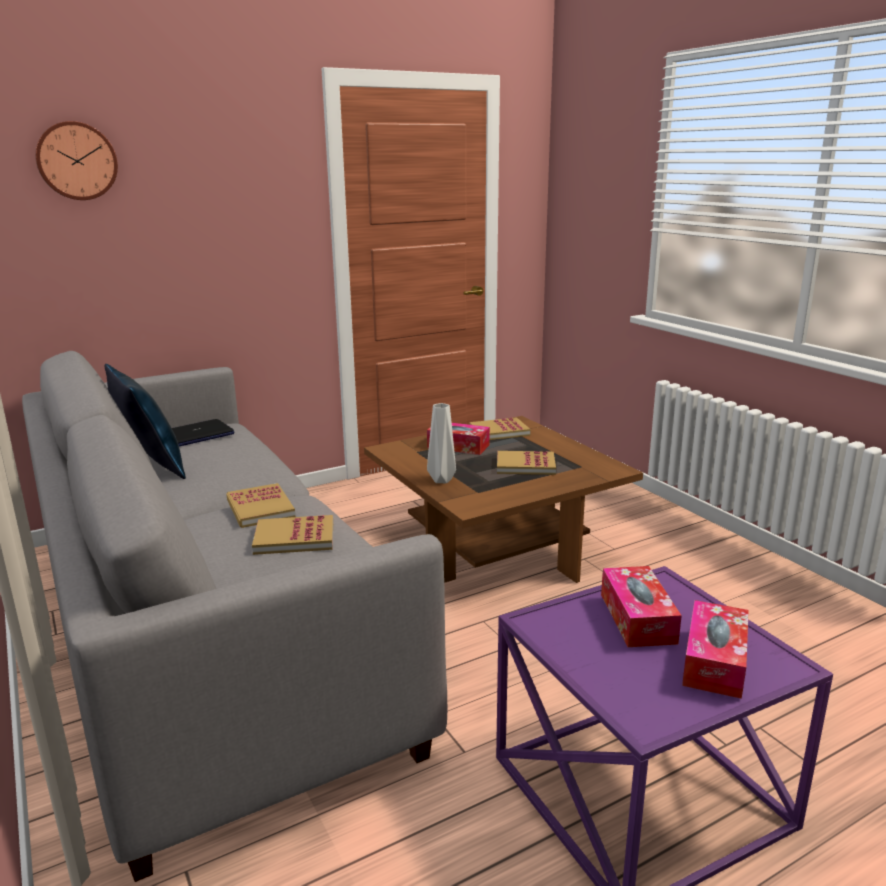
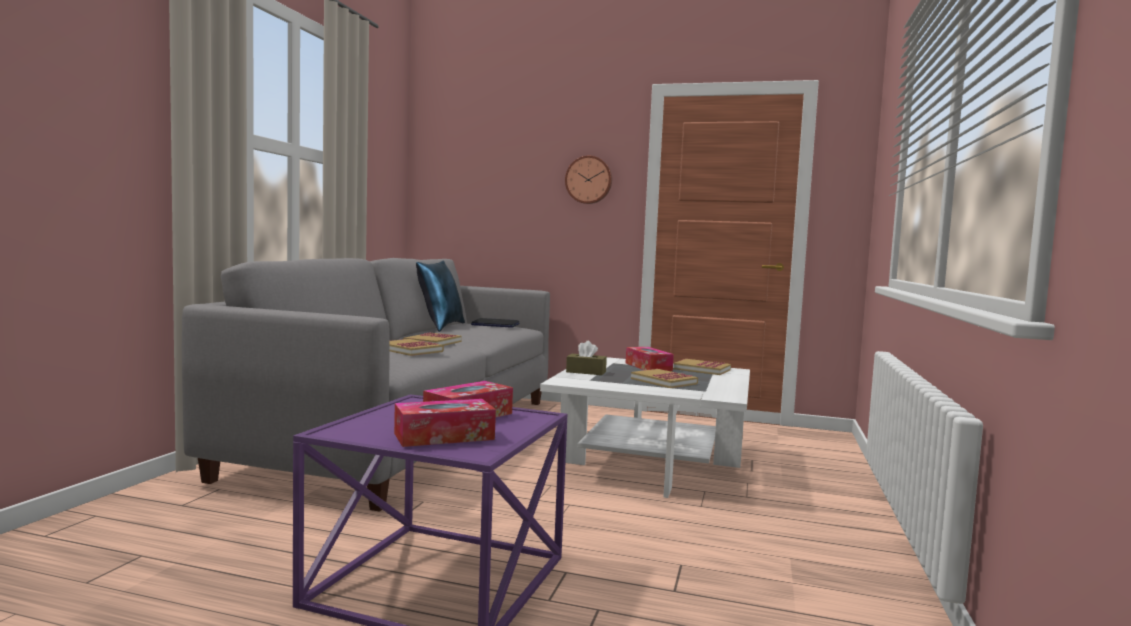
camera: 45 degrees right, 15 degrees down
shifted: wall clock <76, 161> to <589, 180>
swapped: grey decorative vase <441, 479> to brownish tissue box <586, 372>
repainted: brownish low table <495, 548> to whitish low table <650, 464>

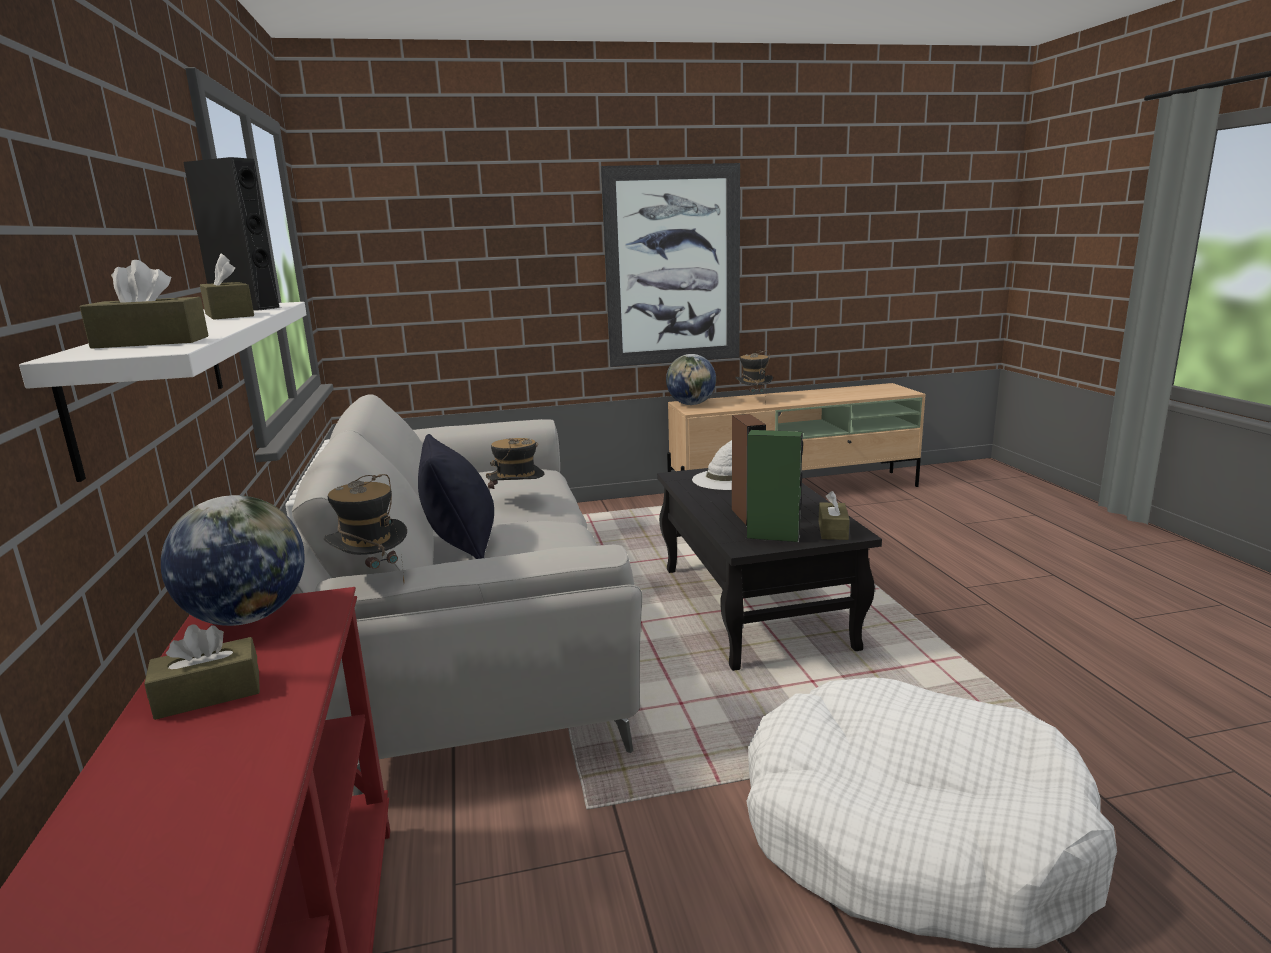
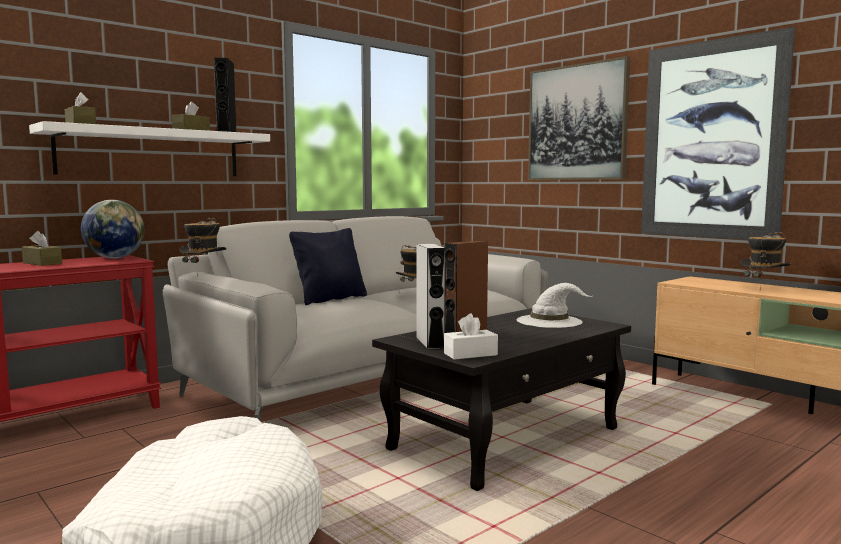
camera: 60 degrees right, 10 degrees down
gone: desk globe <691, 404>
new: wall art <577, 123>
repainted: greenish audio speaker <773, 536> to grey audio speaker <430, 343>; brownish tissue box <833, 530> to whitish tissue box <470, 354>

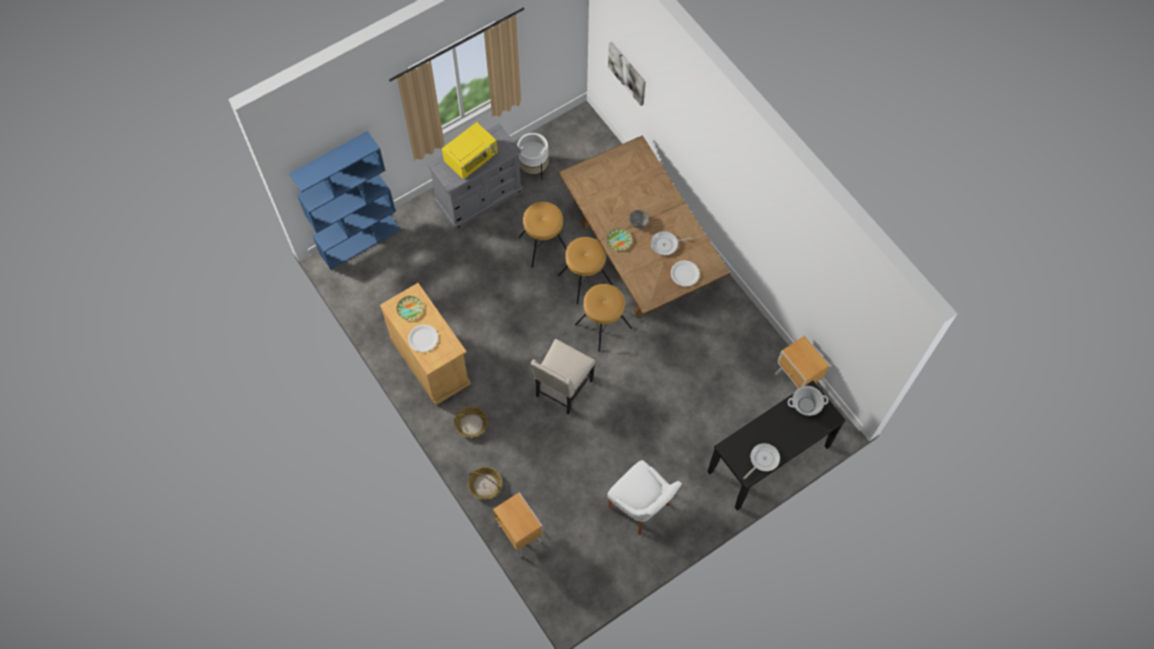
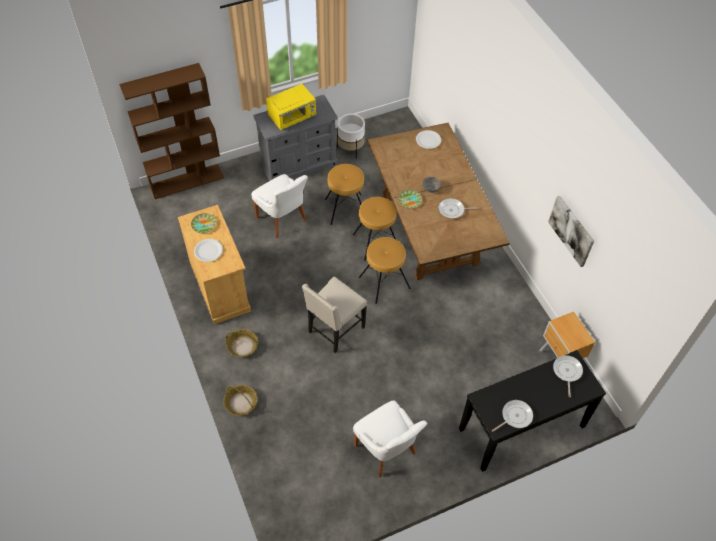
camera: 10 degrees right, 10 degrees down
gone: brownish night table <519, 533>
new: whitish plain chair <283, 220>
shifted: wall art <627, 73> to <571, 230>; whitish flat dish <685, 274> to <428, 140>
swapped: saucepot <806, 405> to pan <567, 372>
repainted: blue-coloured shelving unit <360, 241> to brownish shelving unit <187, 181>

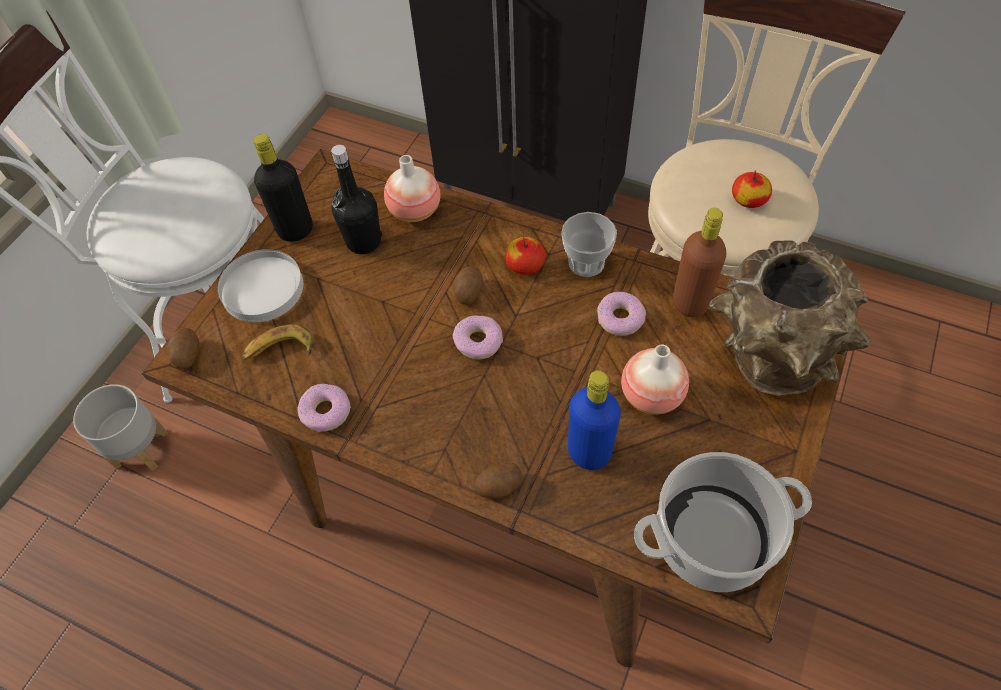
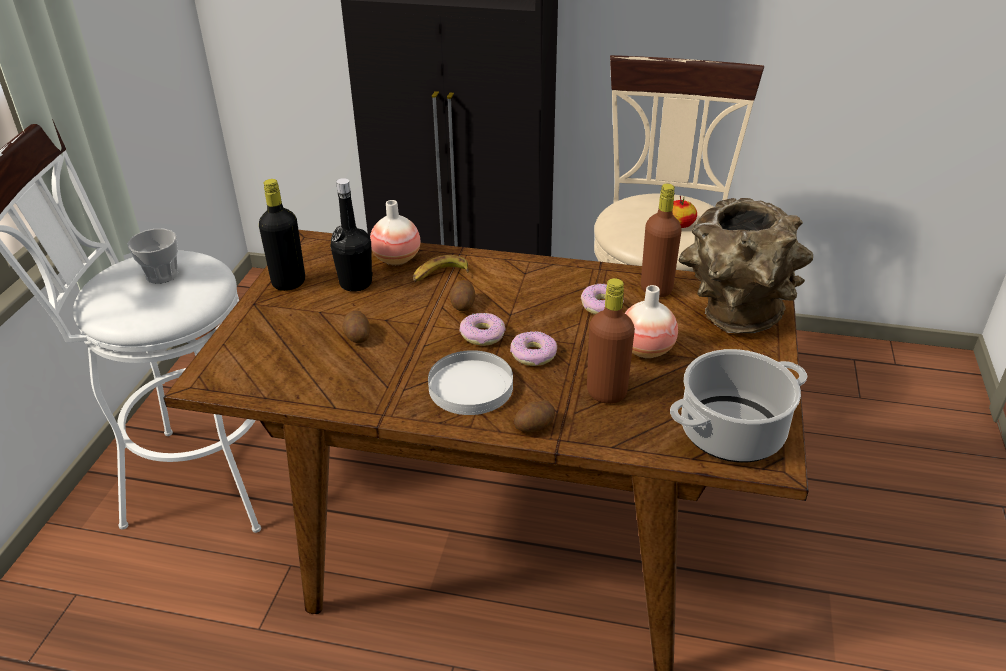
camera: 15 degrees left, 20 degrees down
gone: apple <525, 265>; grey plant pot <140, 449>
shifted: small cup <586, 263> to <162, 275>; whitish flat dish <262, 289> to <470, 387>; banana fruit <280, 350> to <440, 275>; potato <187, 355> to <357, 336>; donut <325, 412> to <533, 355>
repainted: blue-coloured beverage bottle <589, 452> to brownish beverage bottle <606, 393>

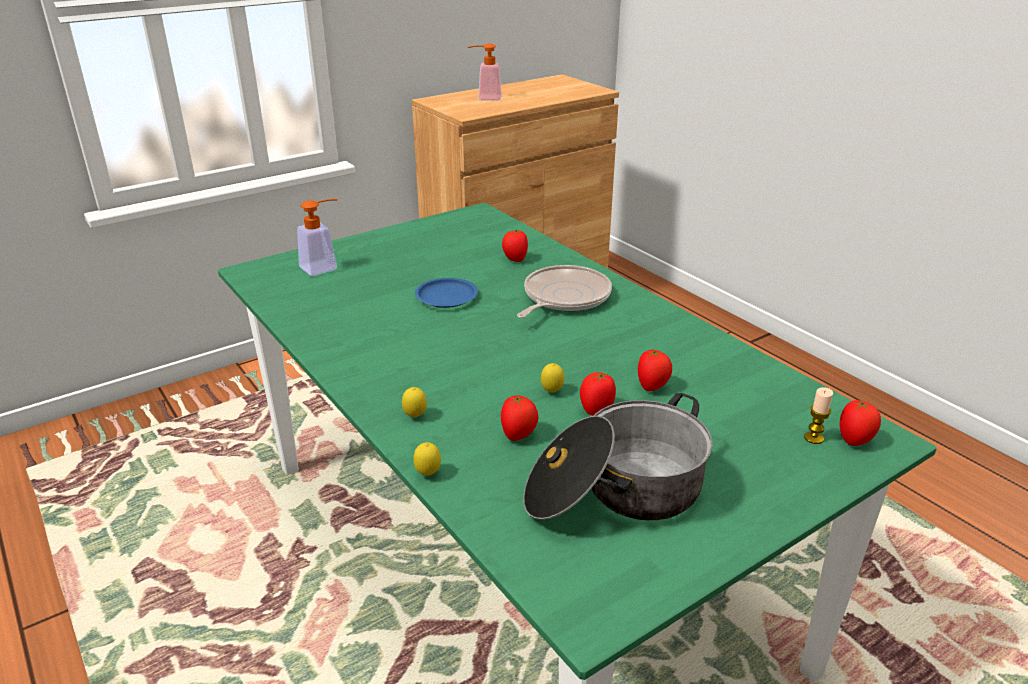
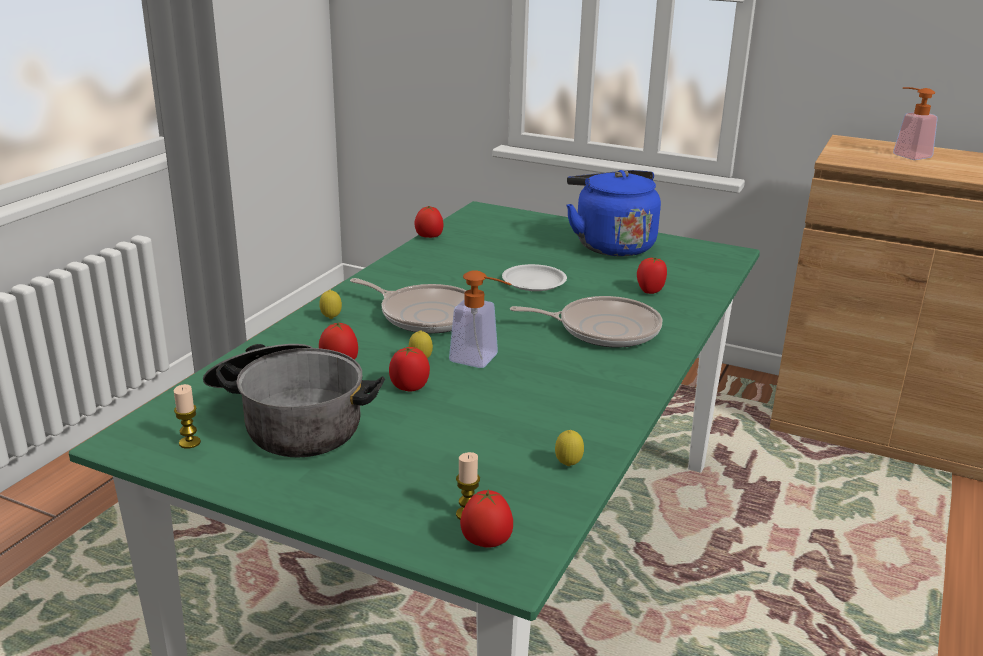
camera: 60 degrees right, 5 degrees down
new: blue-coloured tea kettle <611, 245>; pan <425, 315>; wax light <189, 442>
shifted: soap dispenser <324, 267> to <481, 360>; whole tomato <652, 387> to <429, 237>; whole lemon <428, 474> to <568, 465>
repainted: blue-coloured flat dish <447, 297> to whitish flat dish <534, 282>

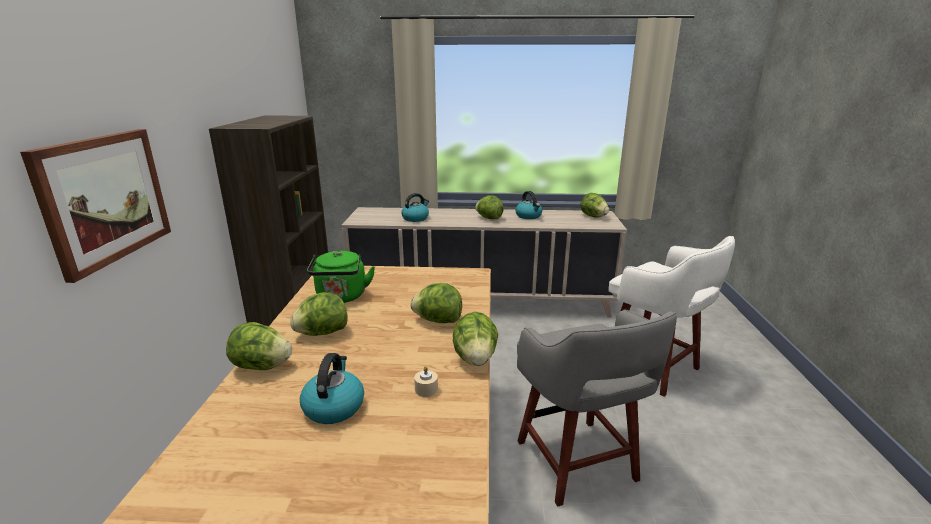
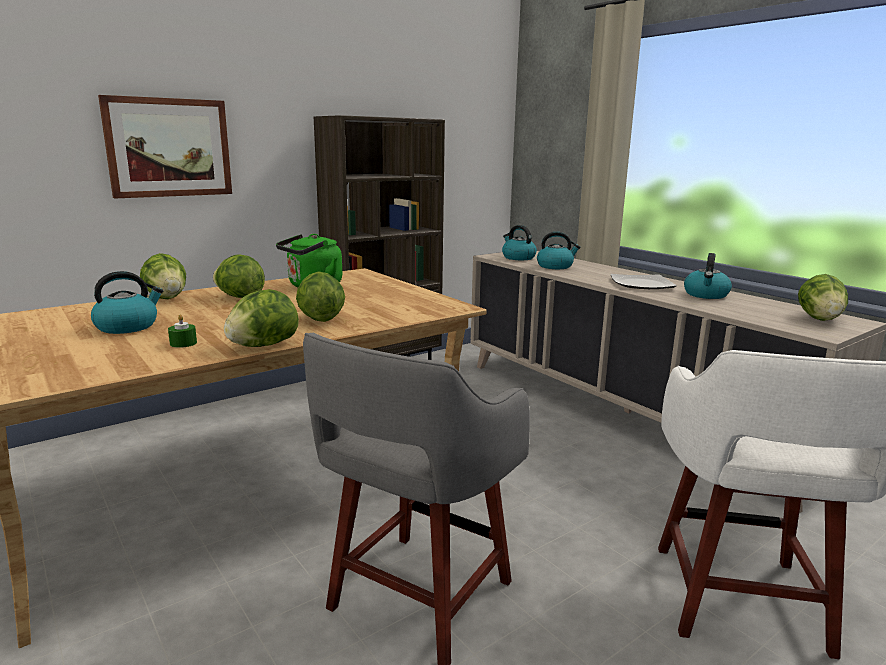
camera: 50 degrees right, 5 degrees down
new: tea kettle <518, 257>
swapped: lettuce head <489, 218> to flat dish <641, 284>
repainted: sand-coloured wax light <426, 389> to greenish wax light <183, 343>

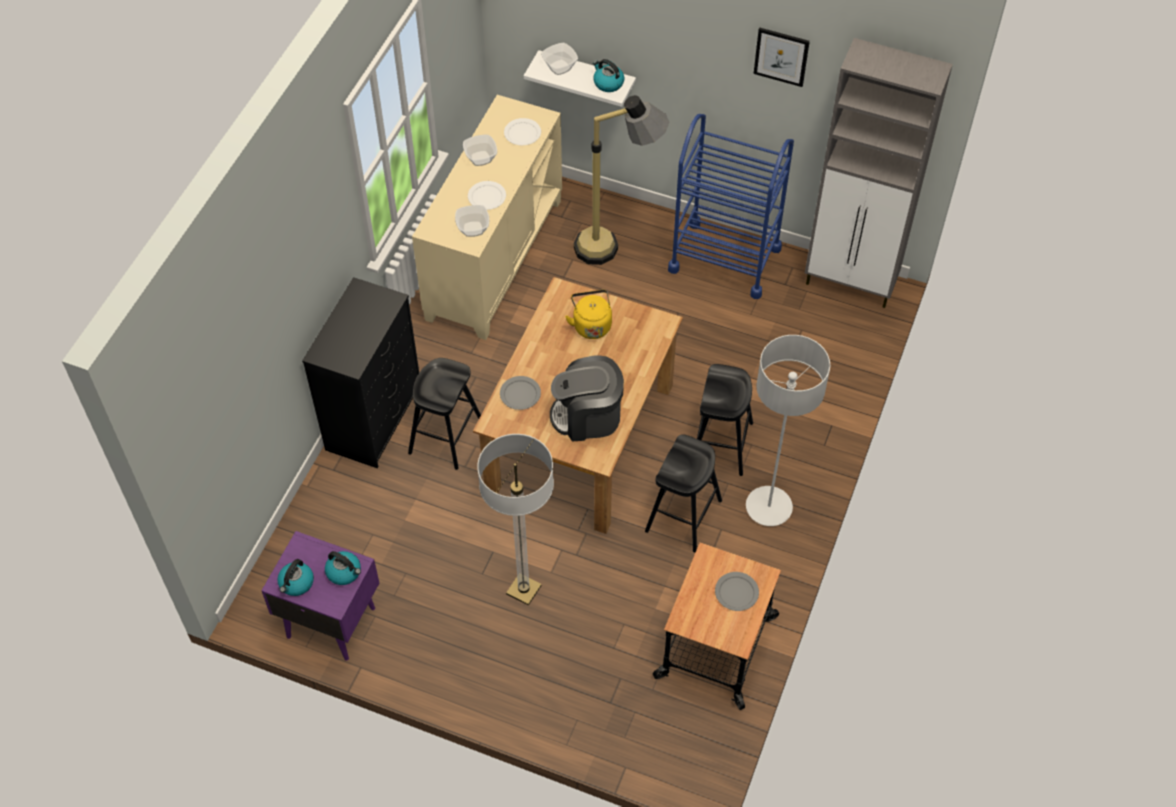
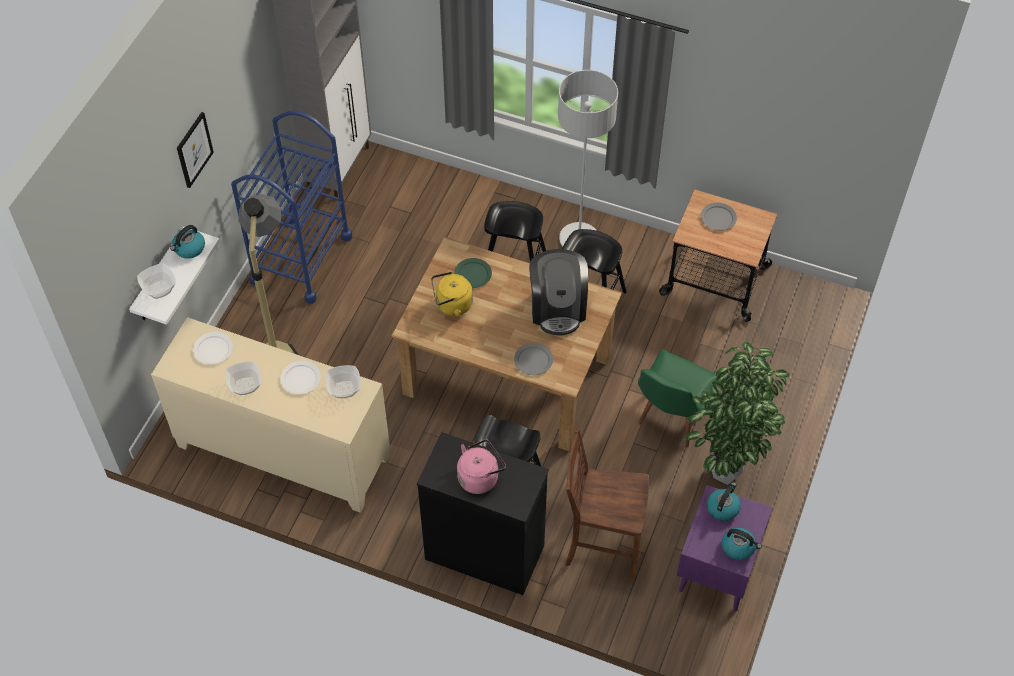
camera: 90 degrees left, 0 degrees up
new: greenish flat dish <472, 274>; houseplant <724, 476>; brownish plain chair <601, 546>; pink-coloured tea kettle <480, 477>
shifted: wall art <781, 56> to <194, 149>
swapped: floor lamp <523, 590> to greenish plain chair <671, 417>

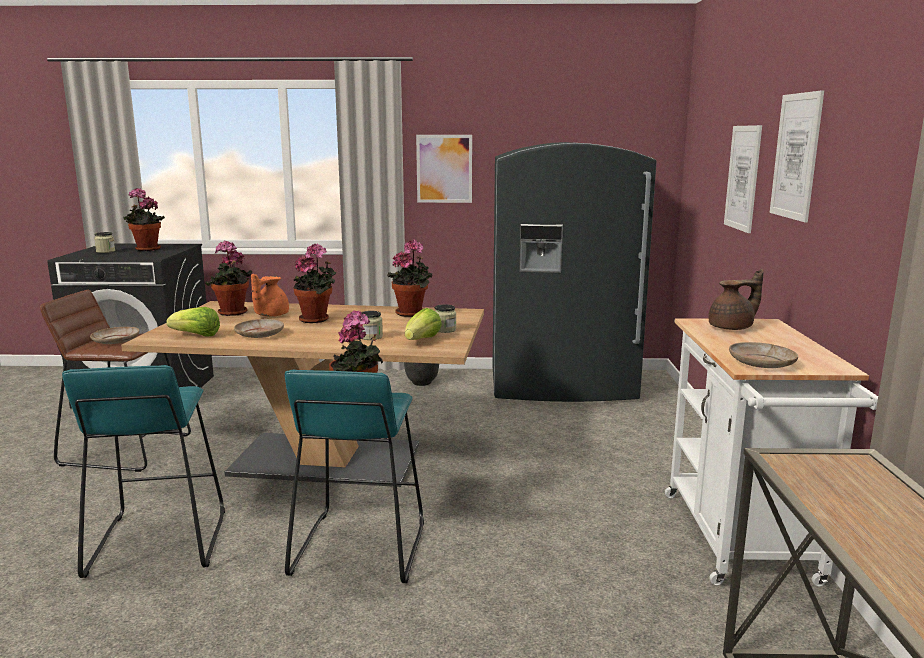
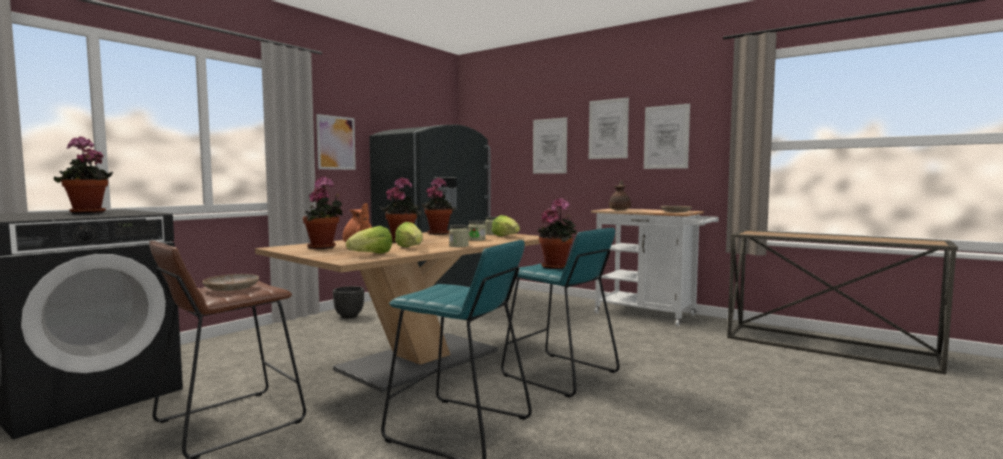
camera: 55 degrees left, 10 degrees down
new: wall art <666, 137>
shifted: storage jar <105, 251> to <458, 246>
swapped: sand-coloured flat dish <260, 334> to lettuce head <410, 248>

